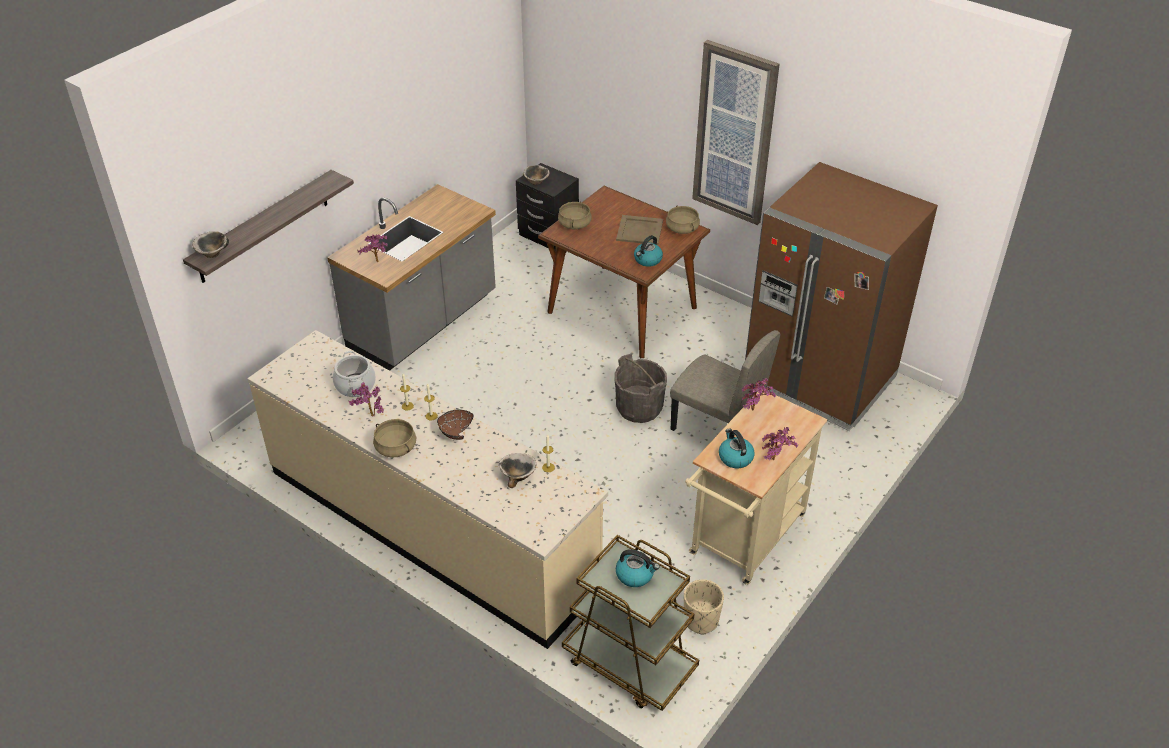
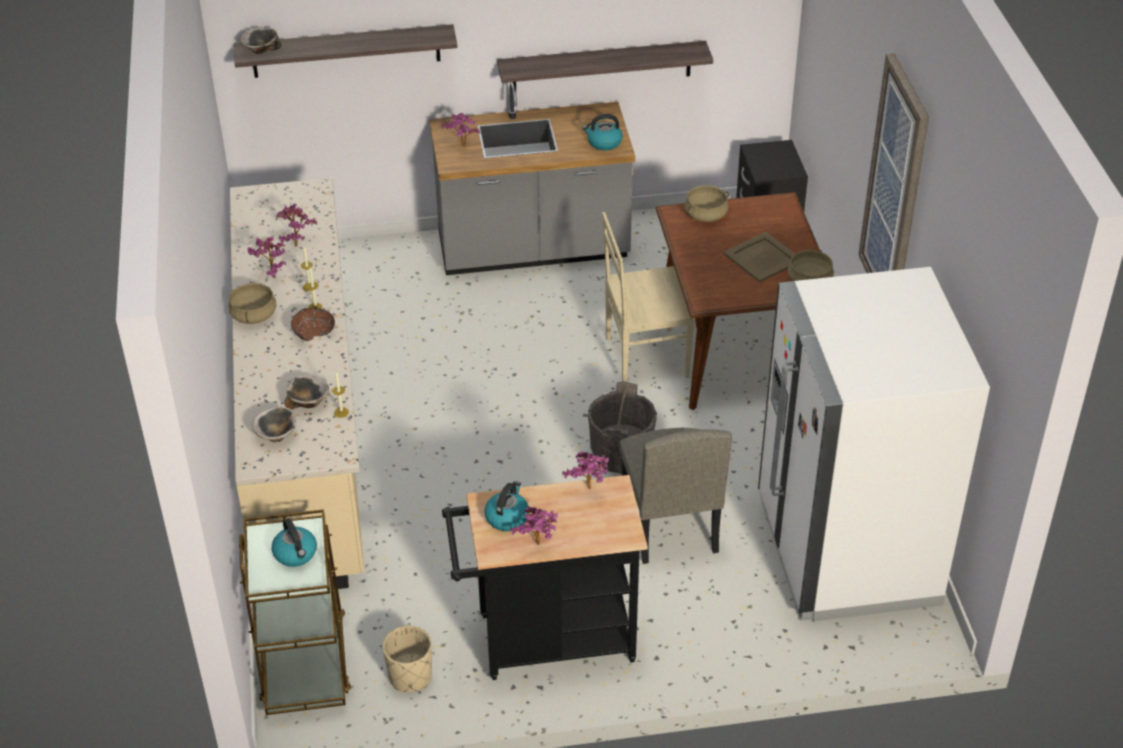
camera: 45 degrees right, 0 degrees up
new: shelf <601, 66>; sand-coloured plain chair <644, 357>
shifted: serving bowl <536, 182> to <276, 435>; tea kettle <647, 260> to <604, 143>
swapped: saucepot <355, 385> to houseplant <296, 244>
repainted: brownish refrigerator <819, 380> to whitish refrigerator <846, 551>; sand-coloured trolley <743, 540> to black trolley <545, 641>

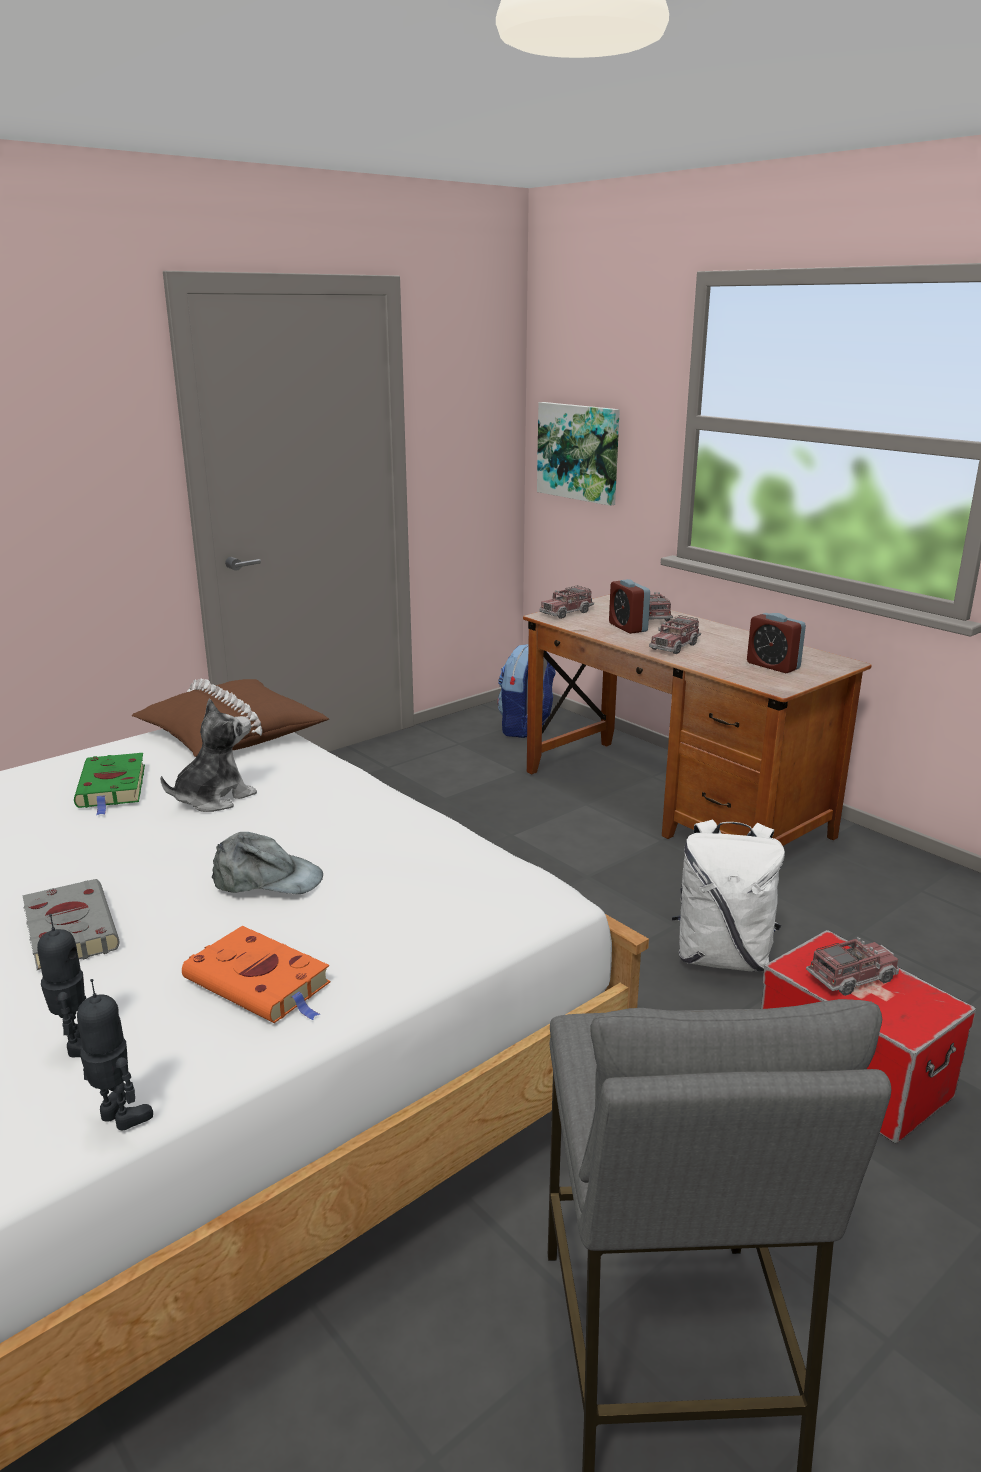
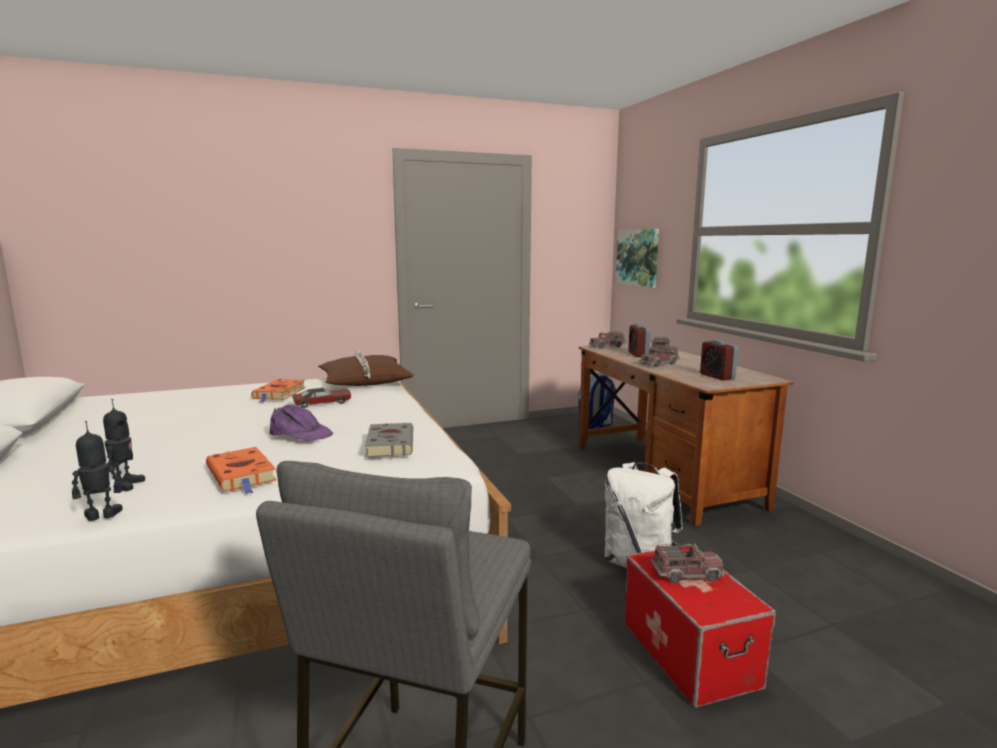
camera: 20 degrees right, 10 degrees down
shifted: grey volume <69, 928> to <390, 444>
swapped: soft toy <214, 798> to model car <322, 403>
repainted: greenish volume <112, 788> to orange volume <279, 394>; grey peaked cap <267, 879> to purplish peaked cap <300, 434>
rotated: toy robot <119, 1118> = <101, 516> 75 degrees counterclockwise

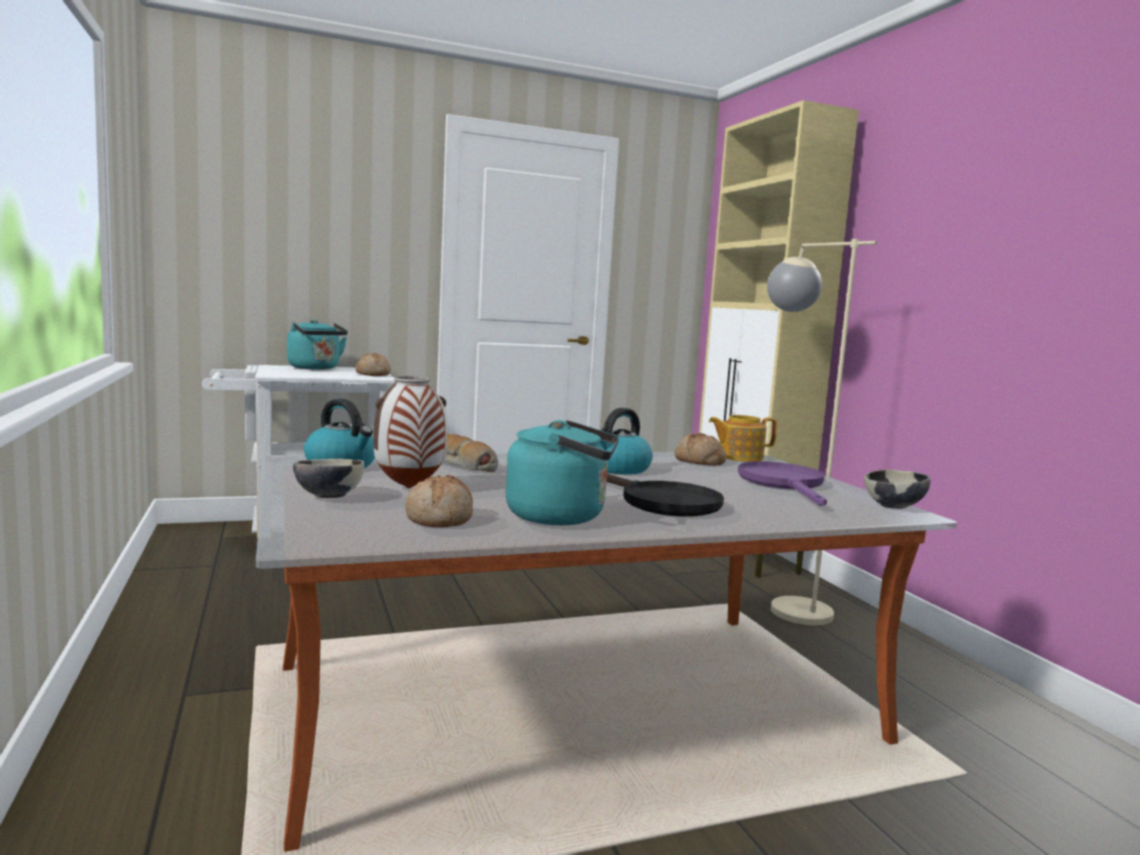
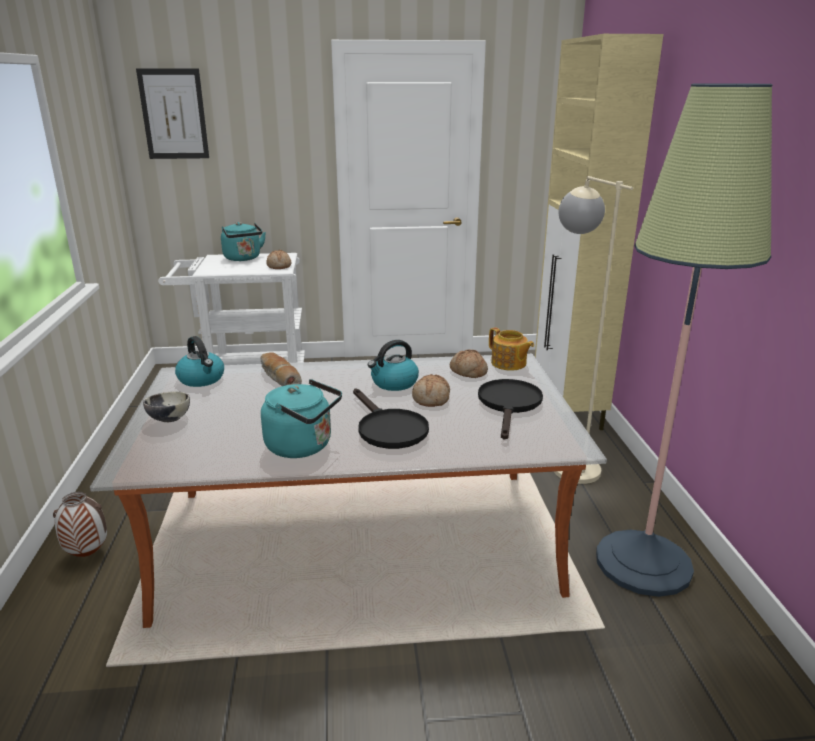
camera: 15 degrees right, 15 degrees up
gone: serving bowl <893, 507>
new: wall art <174, 114>; floor lamp <643, 563>
shifted: decorative vase <408, 488> to <87, 555>; bread <441, 518> to <432, 398>
repainted: purplish pan <784, 484> to black pan <509, 405>
rotated: pot for tea <739, 457> = <509, 364> 135 degrees counterclockwise

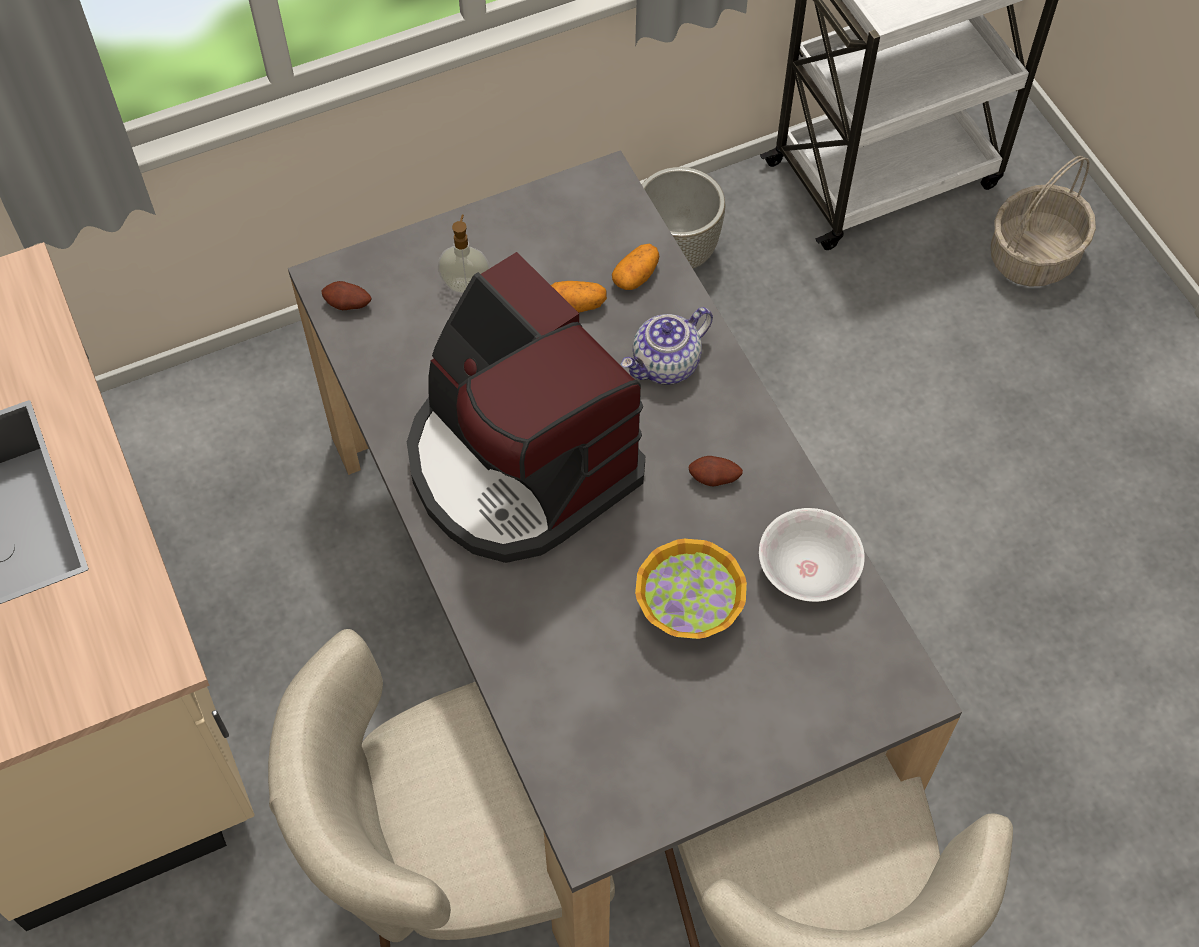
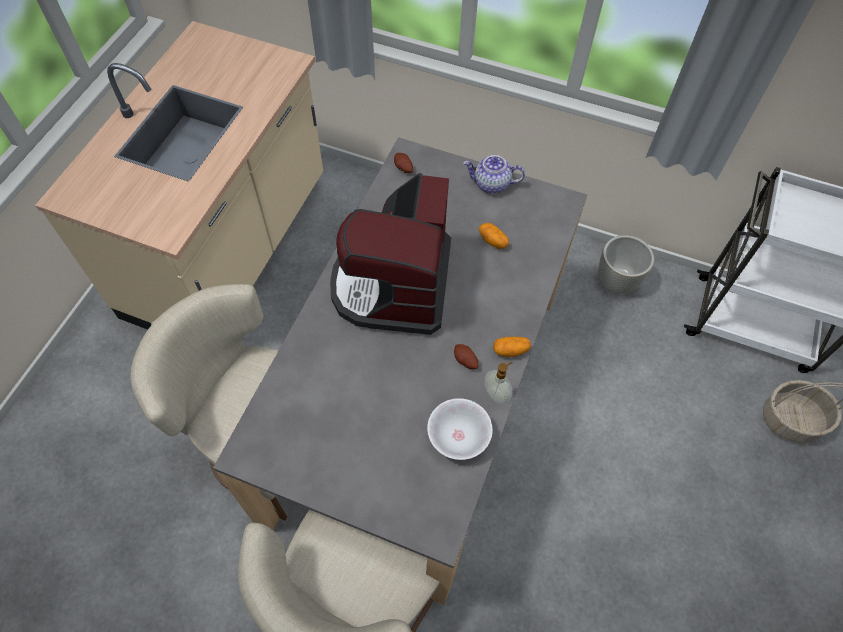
camera: 45 degrees right, 0 degrees up
gone: serving bowl <689, 609>
shifted: soap dispenser <466, 285> to <496, 394>; potato <636, 276> to <510, 350>; pot for tea <666, 365> to <491, 184>

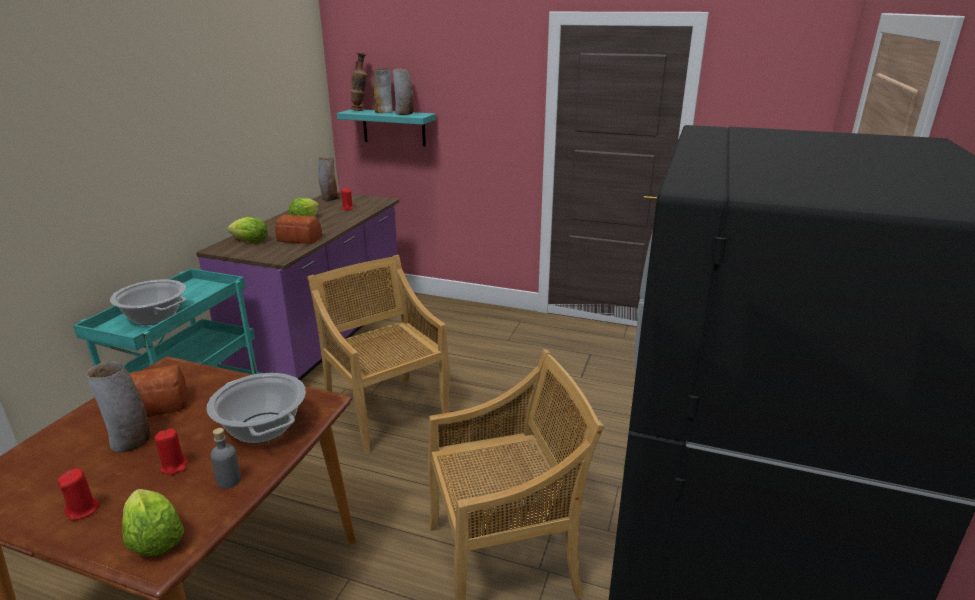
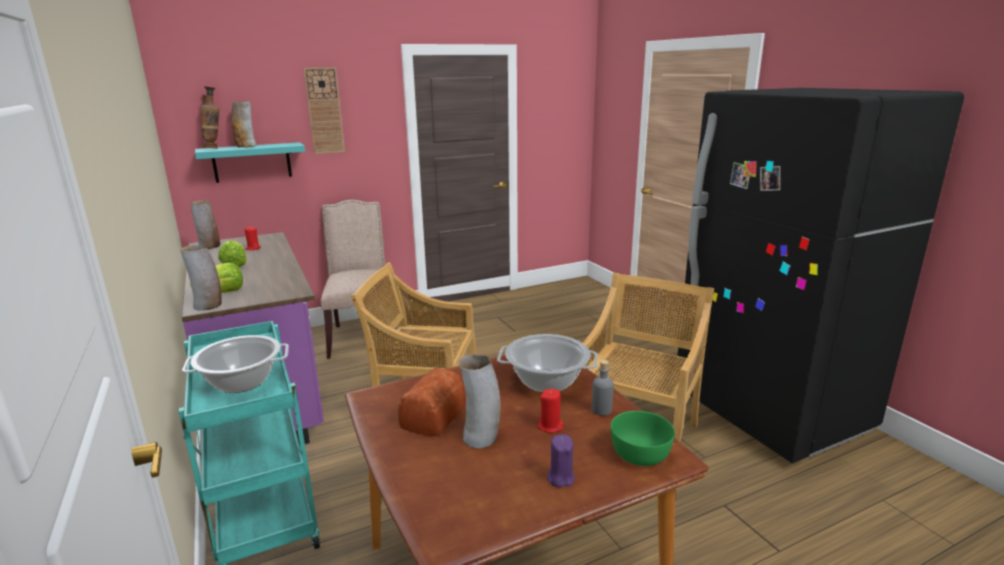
camera: 45 degrees left, 5 degrees down
gone: bread <300, 239>
new: wall clock <324, 111>; sand-coloured plain chair <363, 336>
shifted: decorative vase <404, 113> to <208, 306>
swapped: lettuce head <154, 539> to greenish serving bowl <641, 454>
repainted: red-coloured wax light <83, 510> to purplish wax light <560, 478>

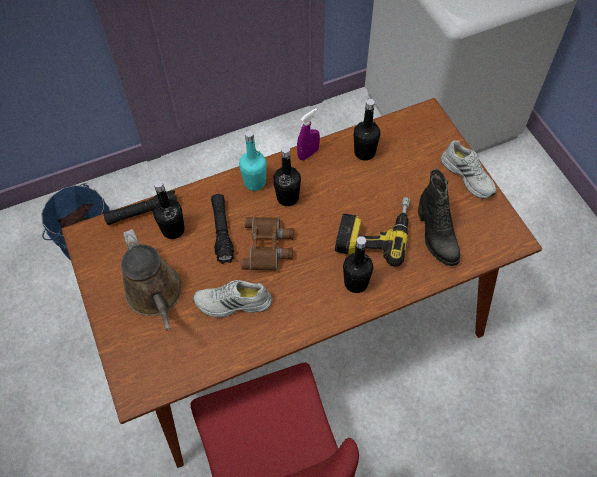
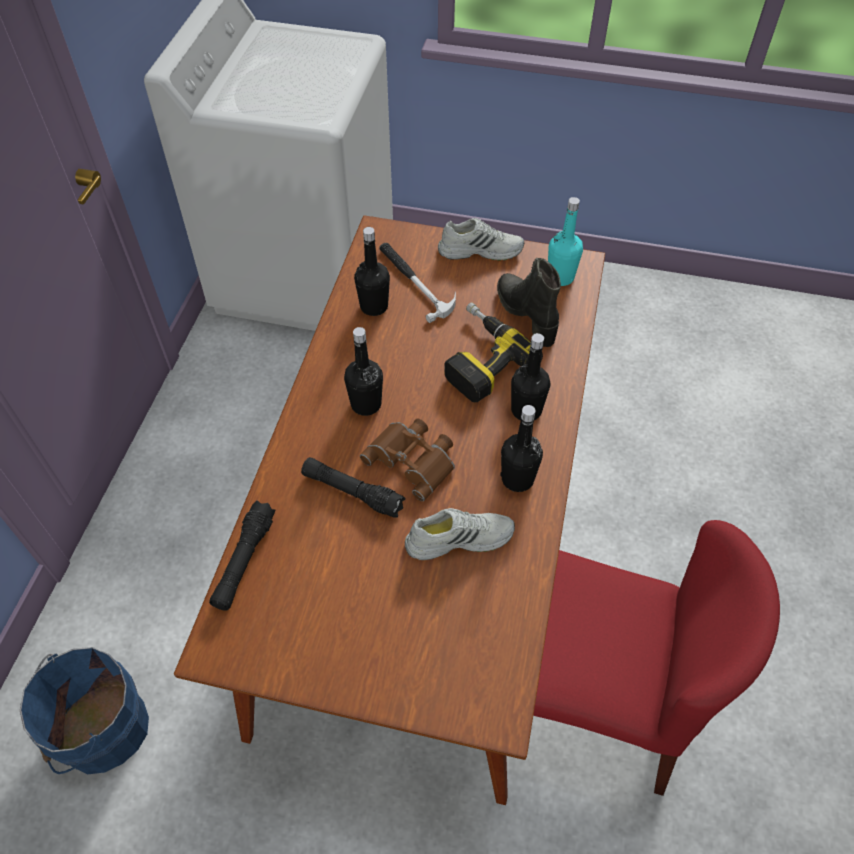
camera: 55 degrees left, 5 degrees down
gone: purplish spray bottle <308, 154>; brownish sprinkling can <156, 295>
new: hand hammer <415, 282>
shifted: turquoise beverage bottle <255, 182> to <560, 277>; black beverage bottle <173, 230> to <517, 479>
rotated: black high-top boot <436, 236> = <526, 315> 135 degrees counterclockwise; whitish shoe <233, 304> = <459, 538> 135 degrees counterclockwise

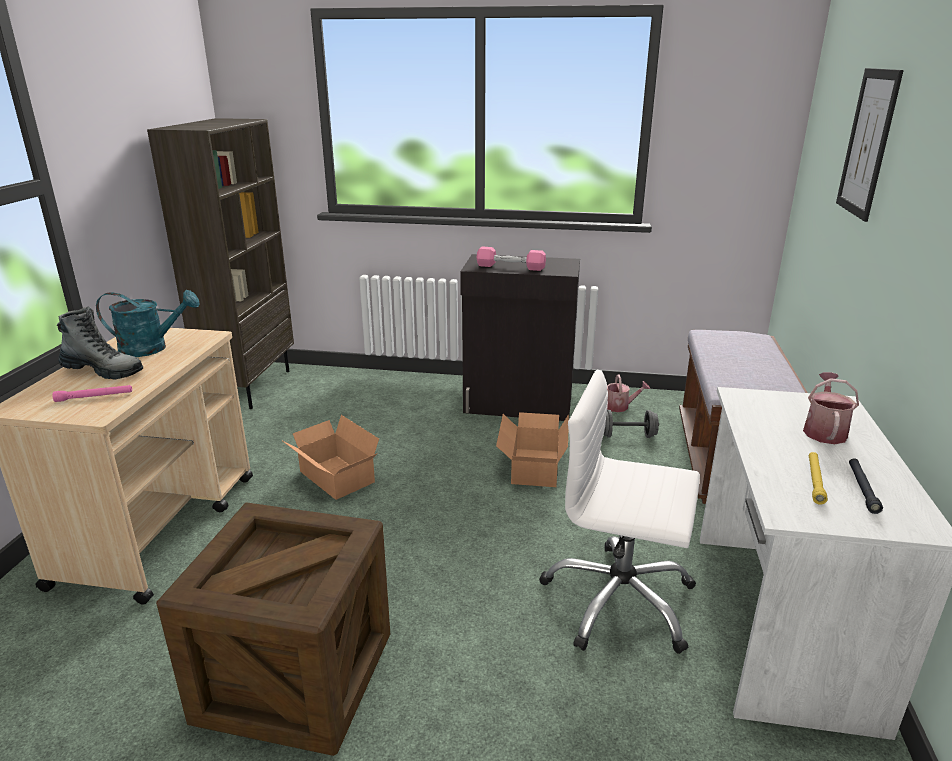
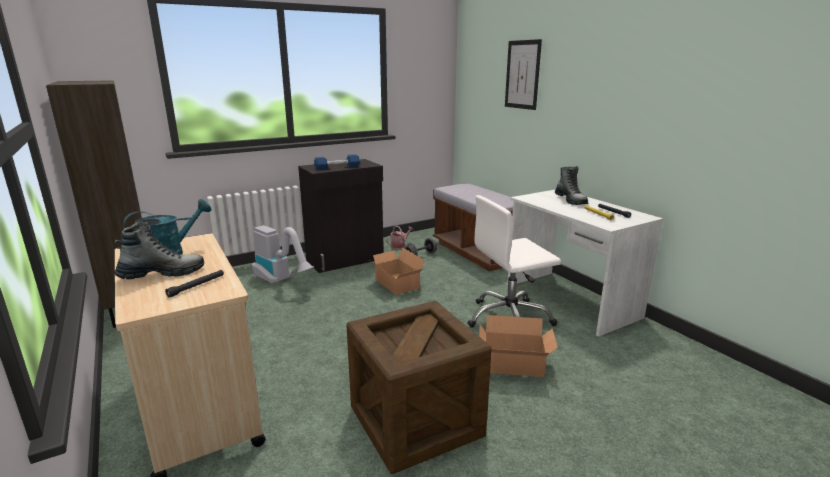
camera: 40 degrees left, 5 degrees down
new: vacuum <281, 281>
shifted: carton <335, 479> to <514, 365>
swapped: sprinkling can <824, 430> to high-top boot <571, 200>
repainted: pink-coloured hand weight <510, 267> to blue-coloured hand weight <337, 167>; pink-coloured flashlight <94, 397> to black flashlight <197, 286>

